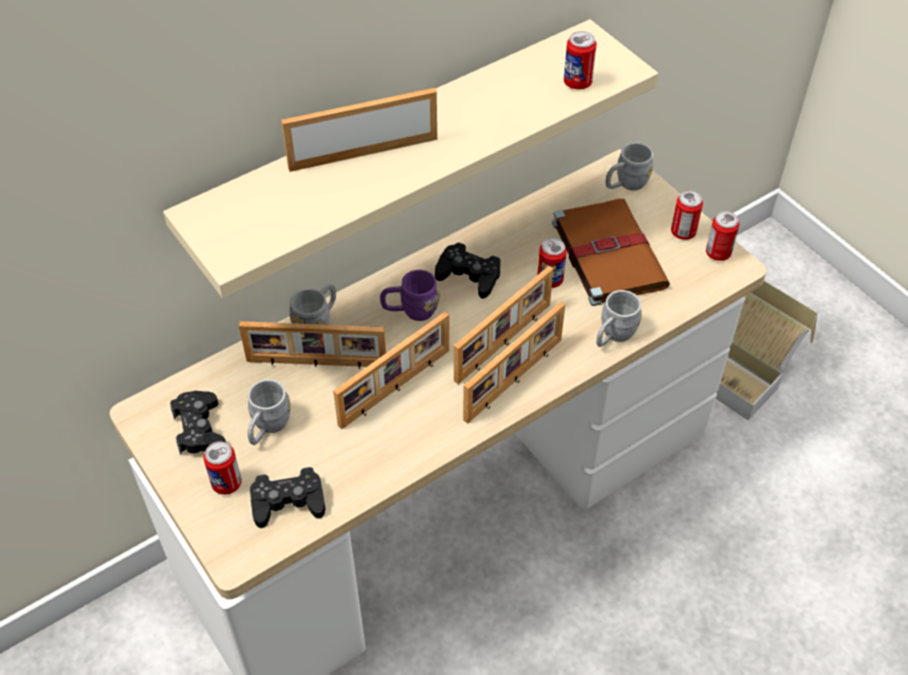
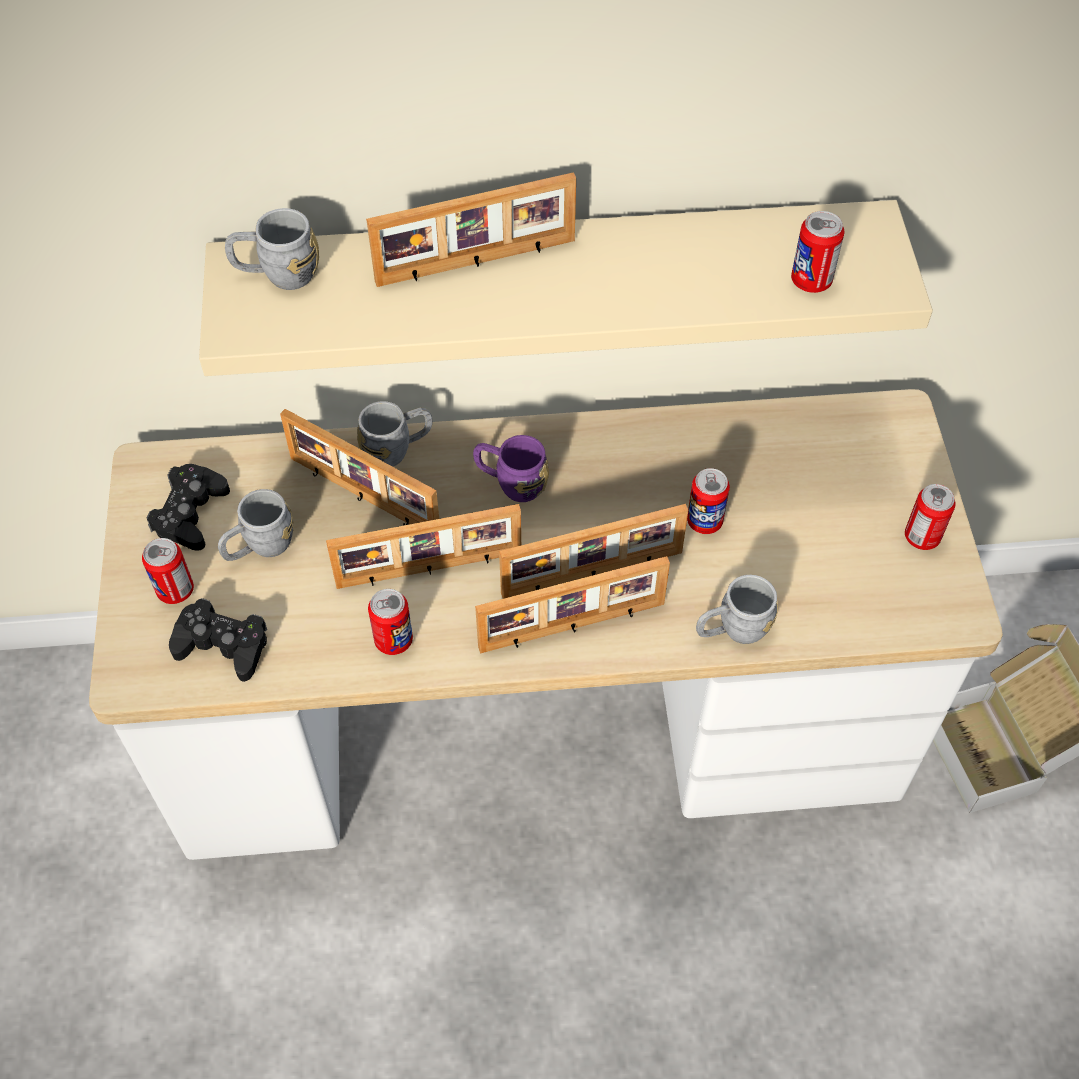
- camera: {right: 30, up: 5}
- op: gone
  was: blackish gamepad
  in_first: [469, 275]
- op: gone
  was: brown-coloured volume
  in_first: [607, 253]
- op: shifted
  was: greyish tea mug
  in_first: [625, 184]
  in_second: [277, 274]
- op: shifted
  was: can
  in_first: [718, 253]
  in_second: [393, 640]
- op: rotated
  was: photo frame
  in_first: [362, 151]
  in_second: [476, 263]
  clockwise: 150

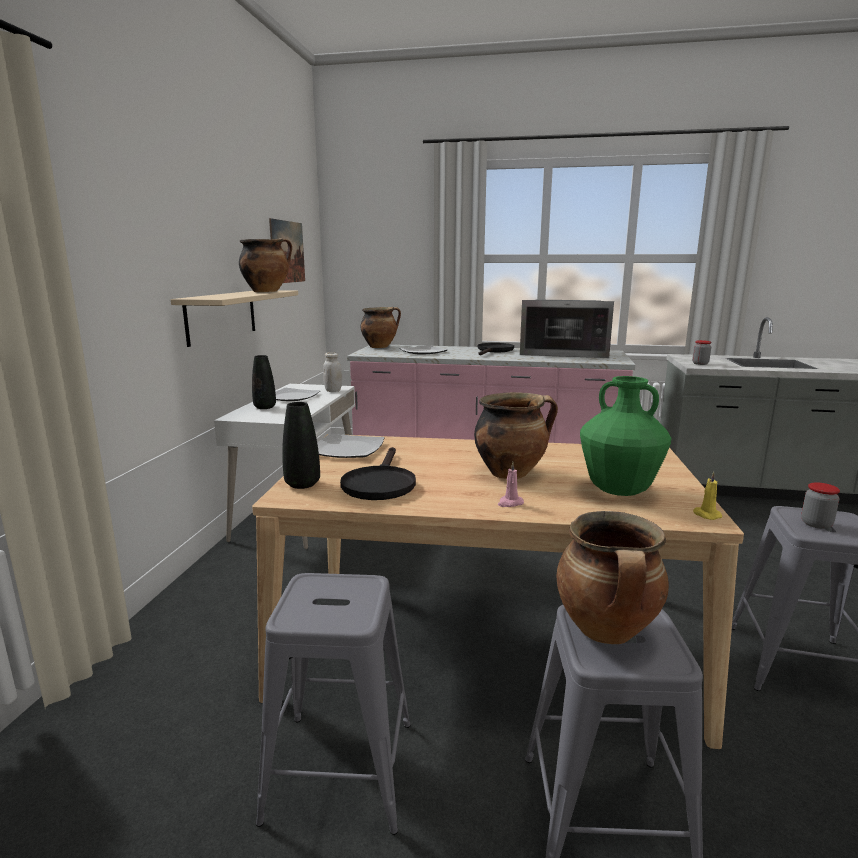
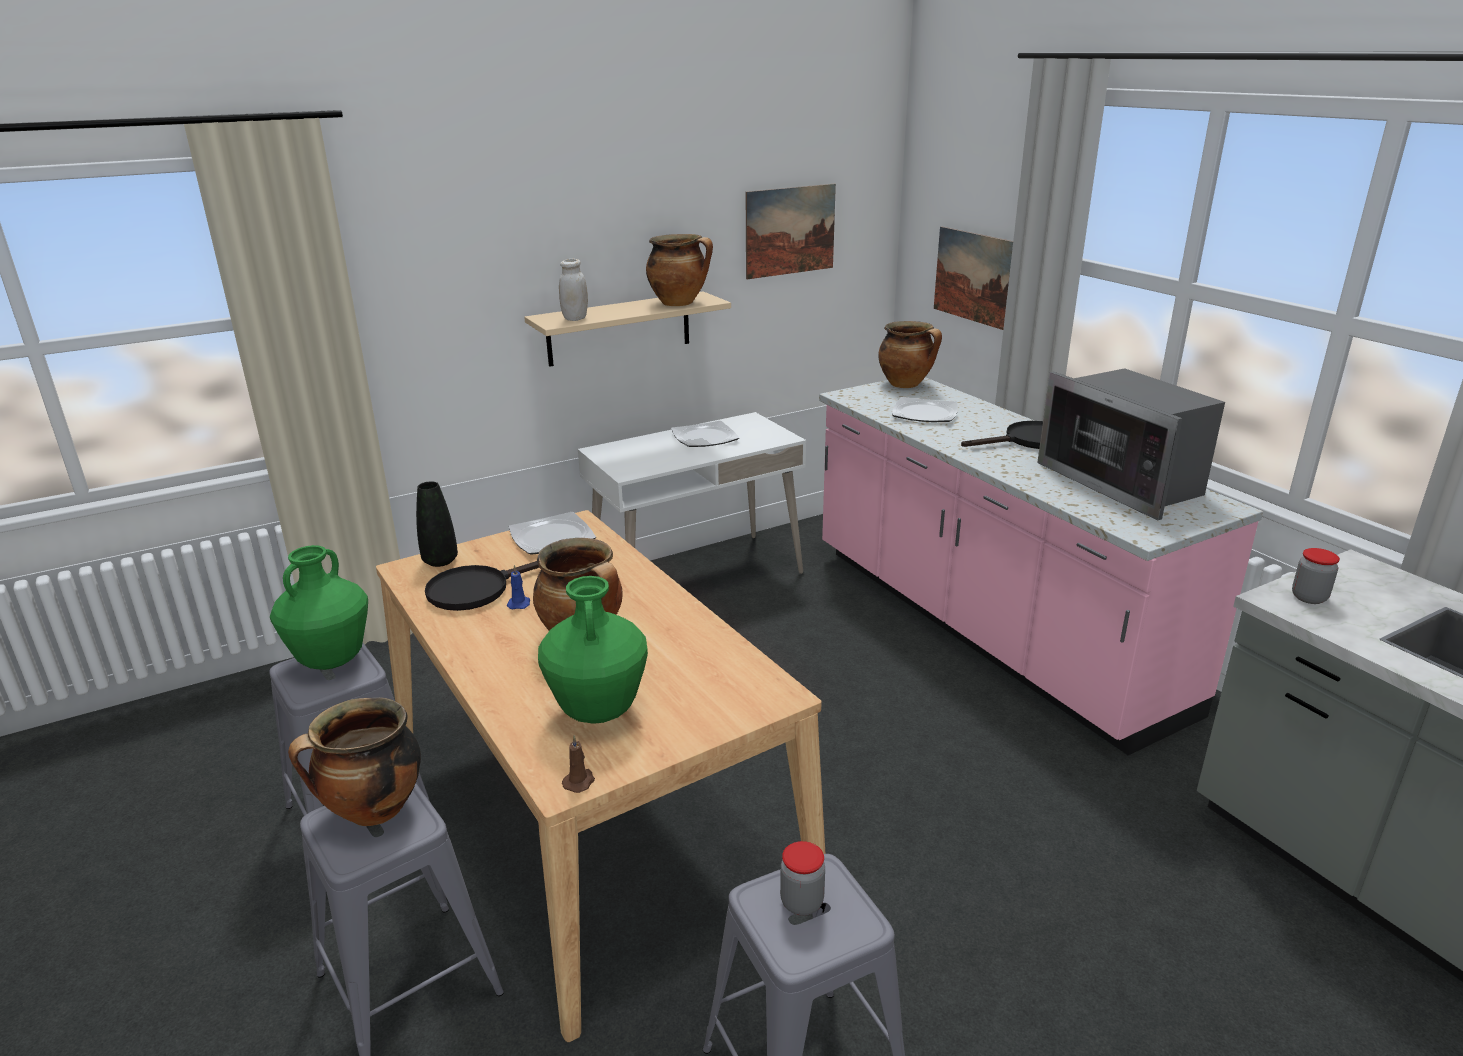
- camera: {right: 50, up: 10}
- op: gone
  was: blackish decorative vase
  in_first: [265, 407]
- op: gone
  was: pink wax candle
  in_first: [510, 503]
- op: new
  now: green decorative vase
  in_second: [331, 660]
- op: new
  now: blue-coloured wax candle
  in_second: [519, 603]
- op: new
  now: picture
  in_second: [973, 277]
- op: shifted
  was: white storage jar
  in_first: [333, 391]
  in_second: [575, 318]
- op: repainted
  was: yellow wax candle
  now: brown-coloured wax candle
  in_first: [706, 515]
  in_second: [579, 781]

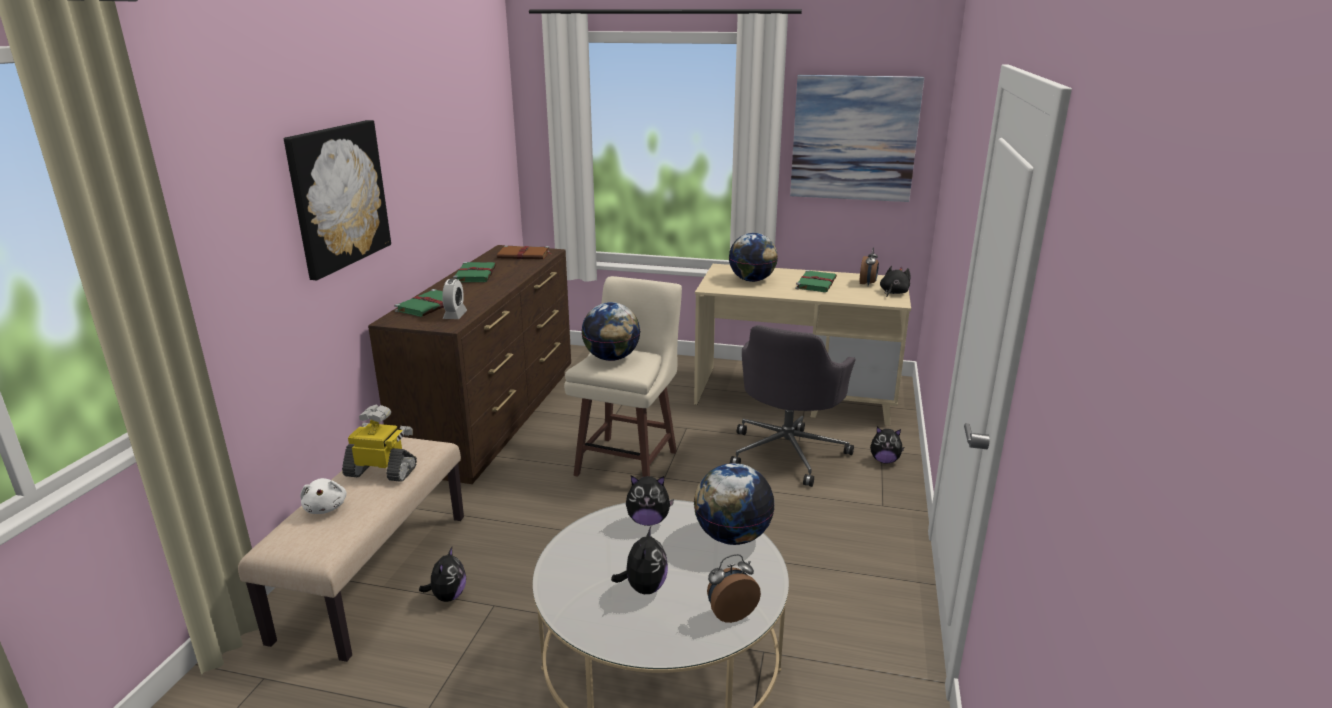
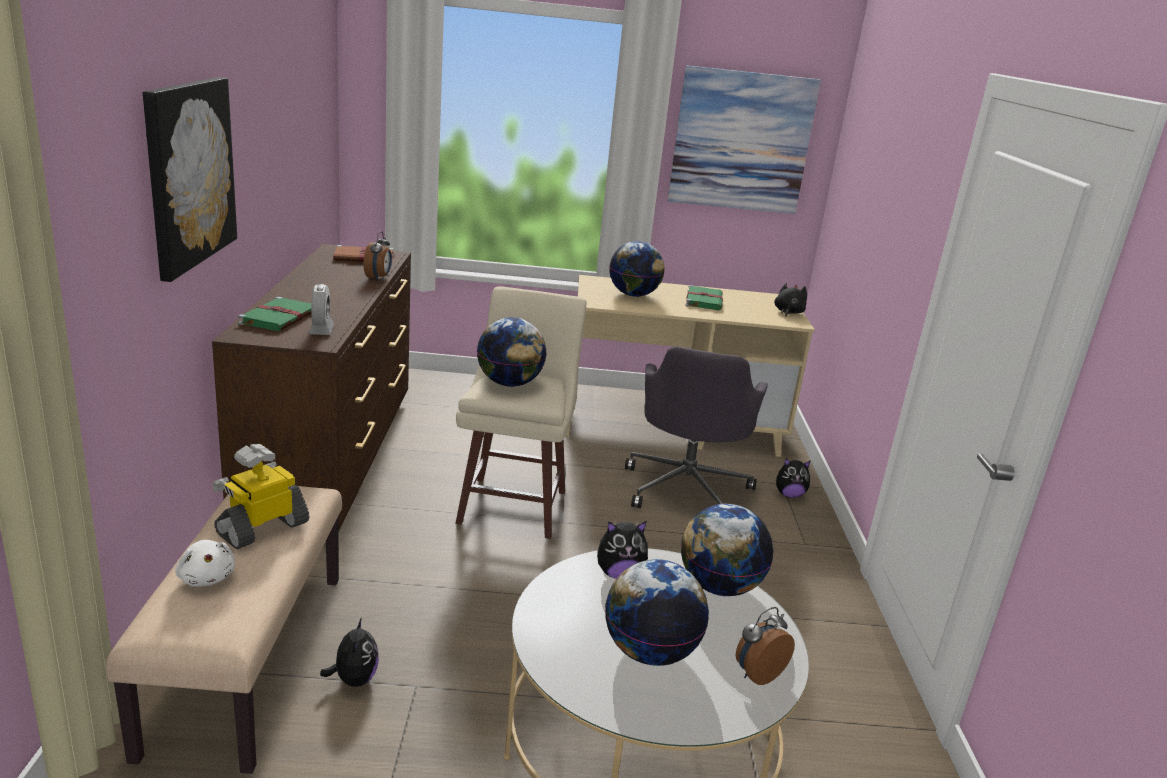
- camera: {right: -15, up: 0}
- op: gone
  was: green volume
  in_first: [475, 274]
- op: shifted
  was: table clock
  in_first: [868, 284]
  in_second: [378, 277]
- op: swapped
  was: soft toy
  now: world globe
  in_first: [643, 588]
  in_second: [650, 652]
- op: rotated
  was: robot figure
  in_first: [382, 471]
  in_second: [262, 528]
  clockwise: -45

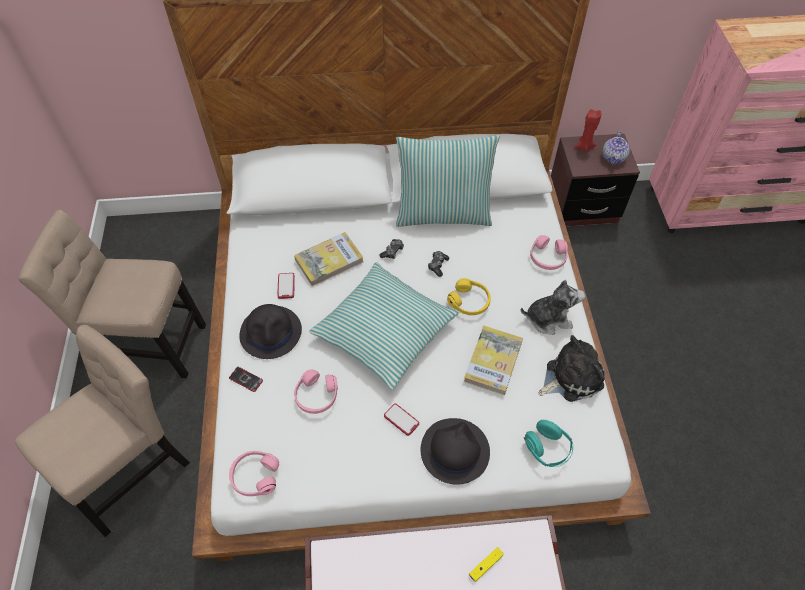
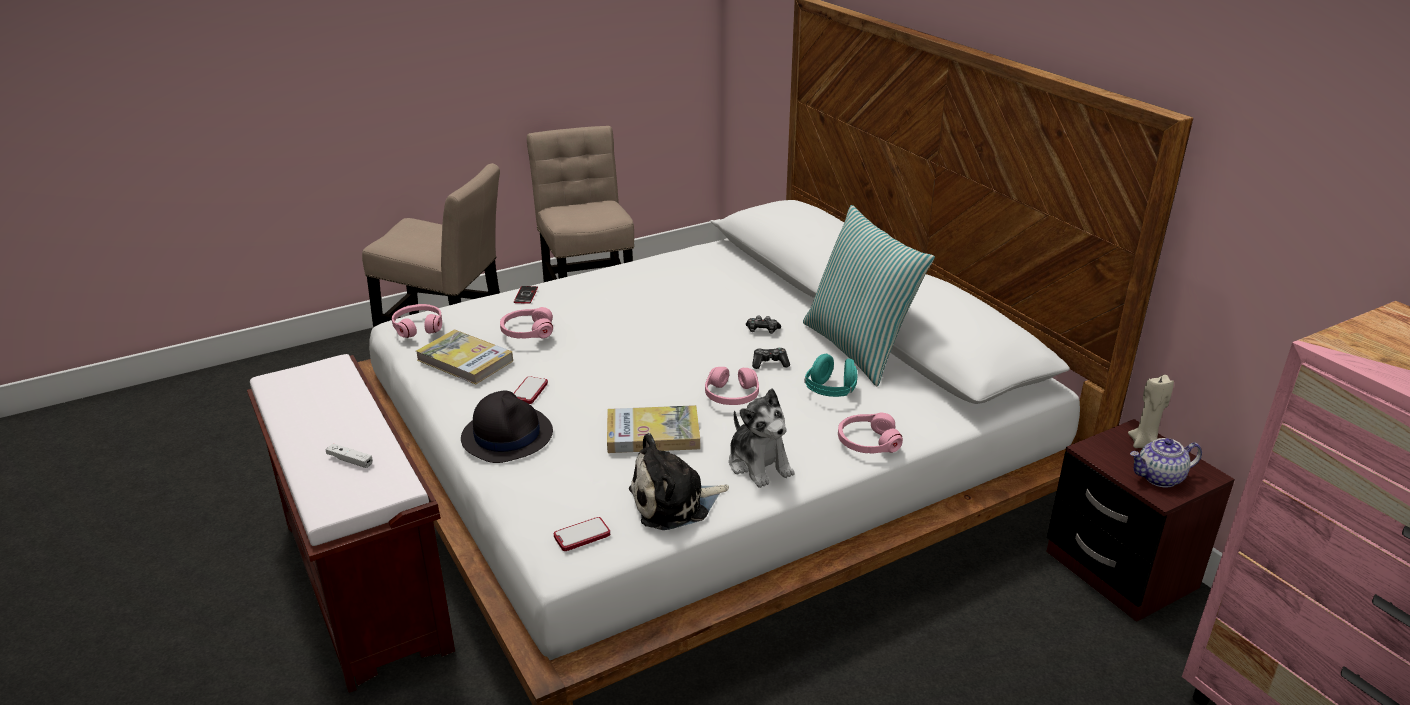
- camera: {right: 65, up: -25}
- op: gone
  was: blackish wearable hat
  in_first: [271, 332]
- op: gone
  was: cushion
  in_first: [384, 331]
- op: shifted
  was: phone
  in_first: [286, 286]
  in_second: [582, 535]
- op: shifted
  was: volume
  in_first: [329, 261]
  in_second: [465, 360]
- op: shifted
  was: turquoise headset
  in_first: [547, 449]
  in_second: [831, 392]
- op: repainted
  was: yellow headset
  now: pink headset
  in_first: [469, 301]
  in_second: [731, 395]
- op: repainted
  was: yellow gamepad
  now: white gamepad
  in_first: [485, 565]
  in_second: [350, 460]
- op: repainted
  was: red-coloured wax candle
  now: beige-coloured wax candle
  in_first: [584, 146]
  in_second: [1144, 444]
- op: rotated
  was: soft toy
  in_first: [570, 377]
  in_second: [674, 503]
  clockwise: 120

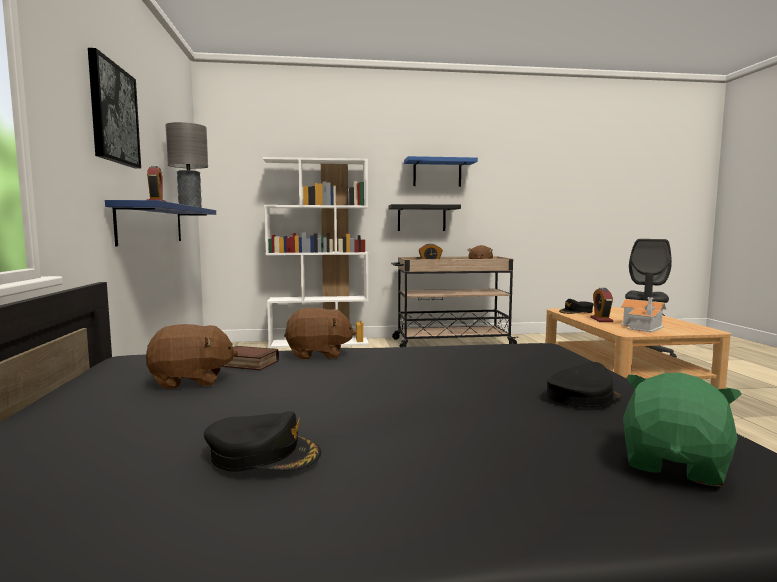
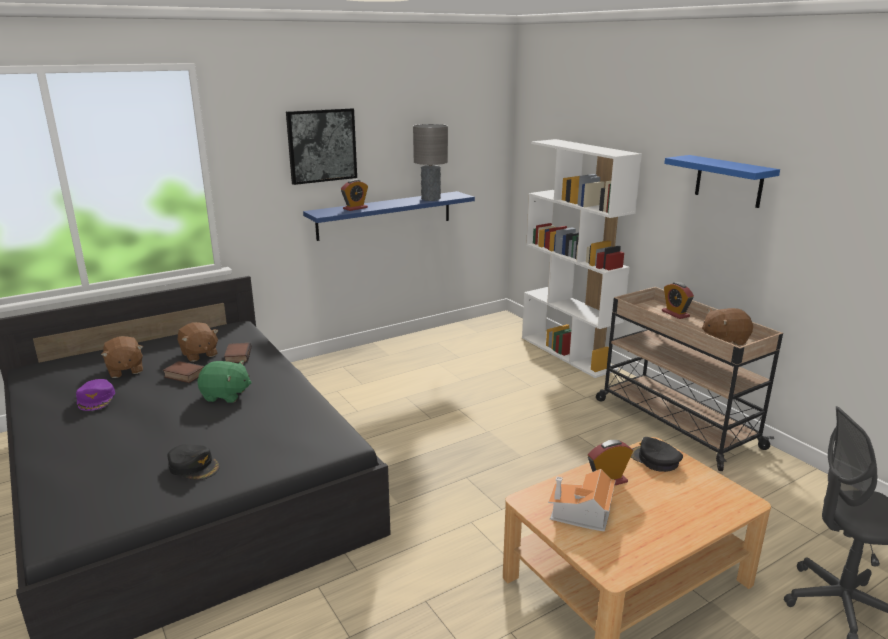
- camera: {right: 65, up: 15}
- op: gone
  was: blackish wall shelf
  in_first: [421, 218]
- op: new
  now: volume
  in_second: [183, 375]
- op: shifted
  was: brown-coloured soft toy
  in_first: [318, 354]
  in_second: [125, 370]
- op: shifted
  was: green soft toy
  in_first: [676, 464]
  in_second: [226, 395]
- op: repainted
  was: blackish baseball cap
  now: purple baseball cap
  in_first: [264, 454]
  in_second: [96, 399]

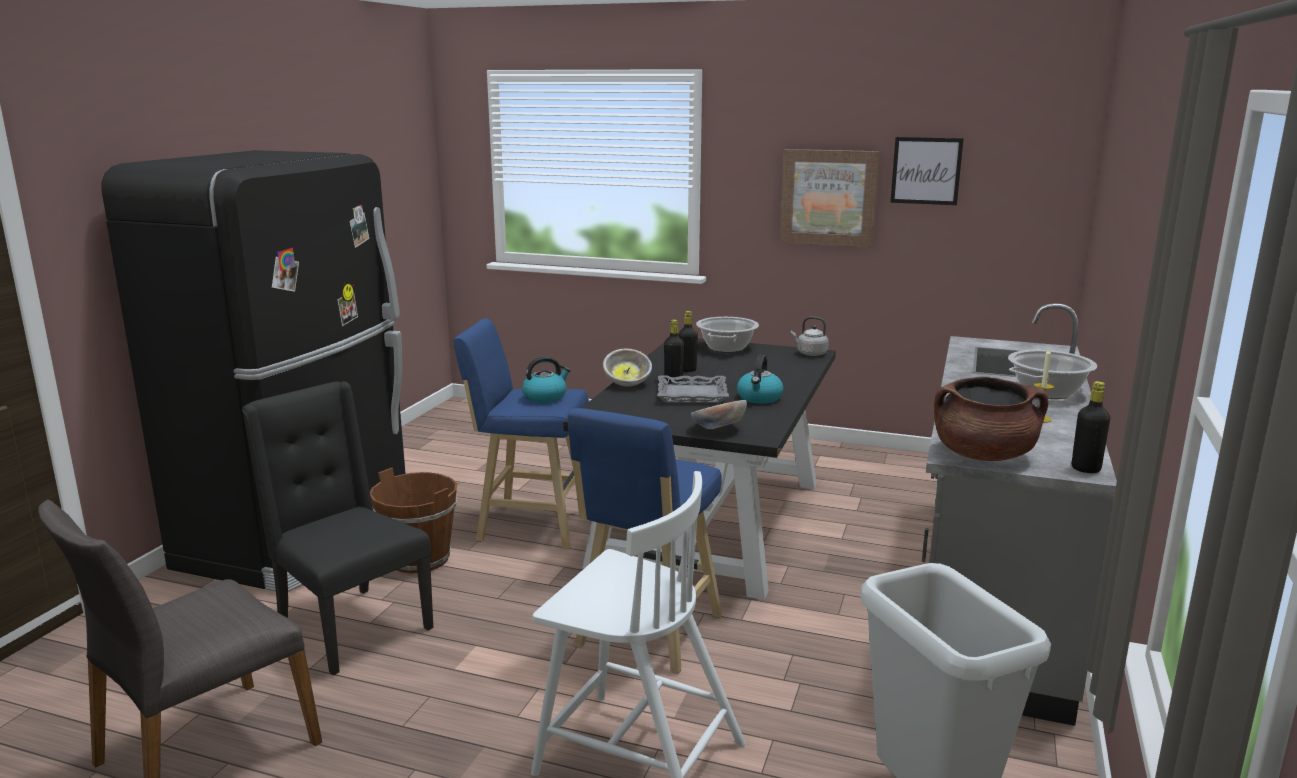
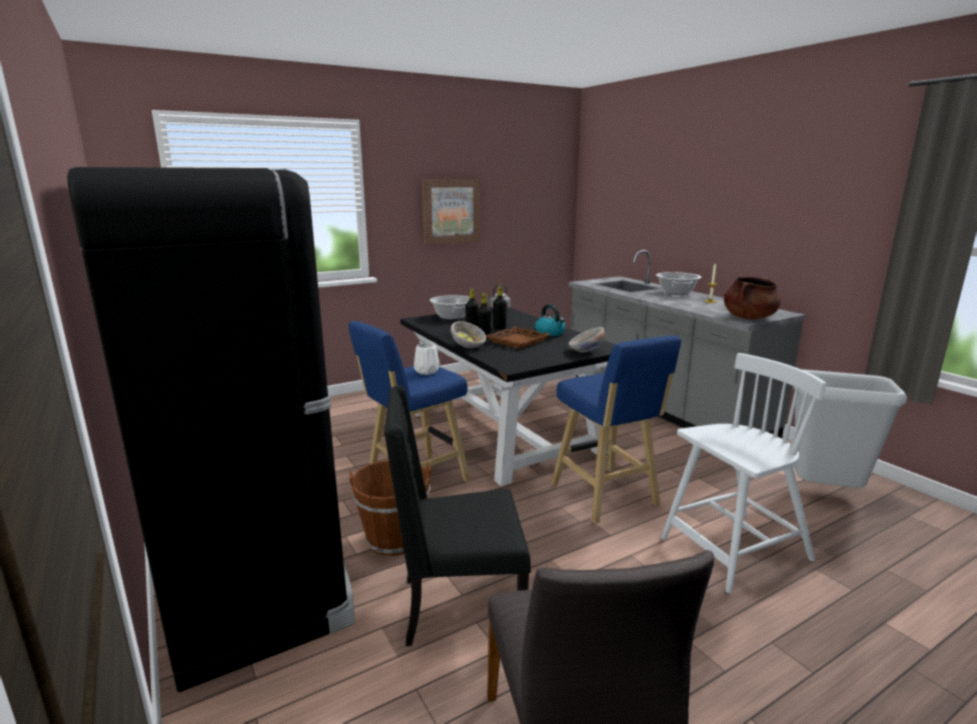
- camera: {right: -50, up: 0}
- op: gone
  was: picture
  in_first: [926, 171]
- op: shifted
  was: blackish bottle
  in_first: [1085, 469]
  in_second: [499, 328]
- op: swapped
  was: kettle
  now: white decorative vase
  in_first: [545, 397]
  in_second: [426, 371]
- op: repainted
  was: greyish serving tray
  now: brown-coloured serving tray
  in_first: [692, 394]
  in_second: [517, 341]

